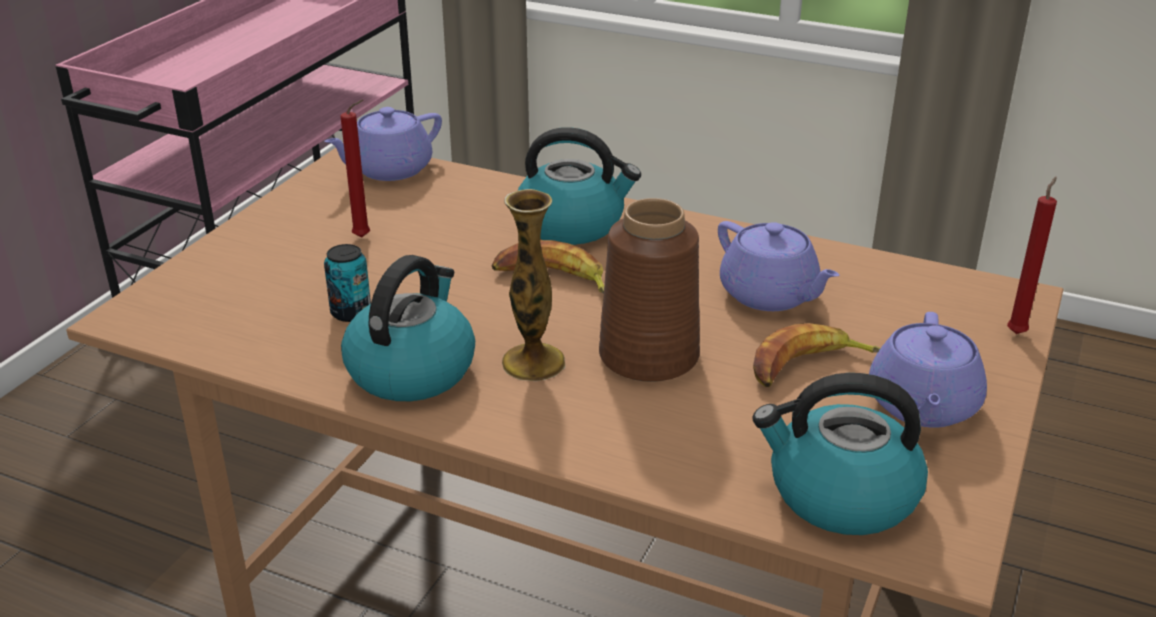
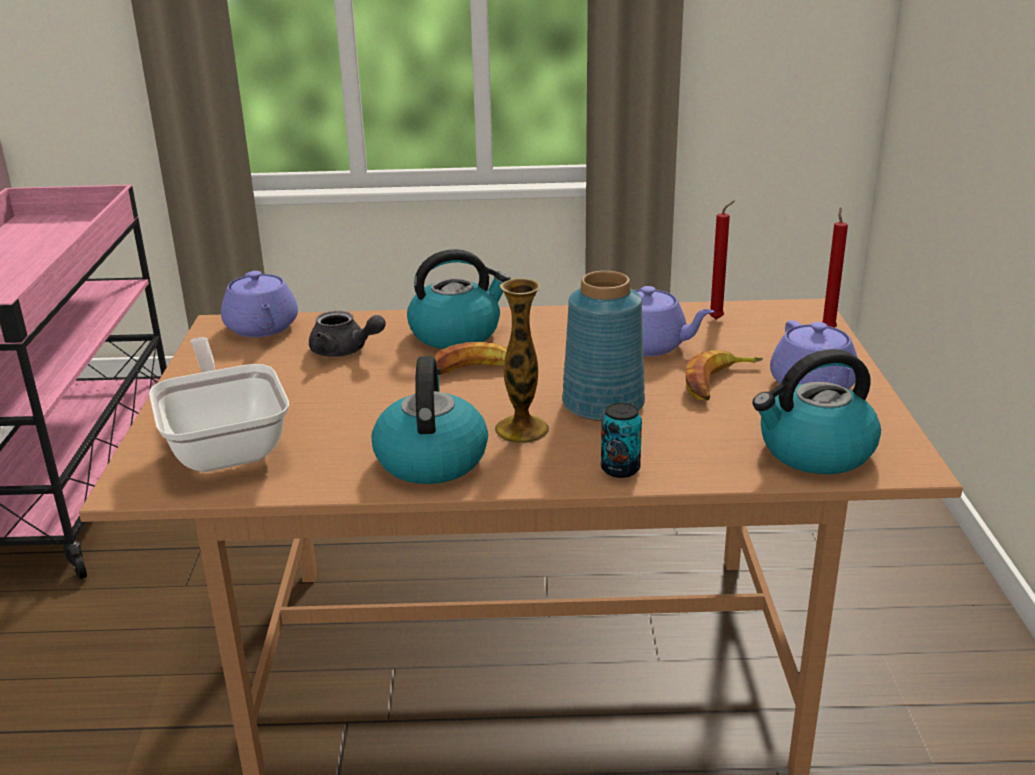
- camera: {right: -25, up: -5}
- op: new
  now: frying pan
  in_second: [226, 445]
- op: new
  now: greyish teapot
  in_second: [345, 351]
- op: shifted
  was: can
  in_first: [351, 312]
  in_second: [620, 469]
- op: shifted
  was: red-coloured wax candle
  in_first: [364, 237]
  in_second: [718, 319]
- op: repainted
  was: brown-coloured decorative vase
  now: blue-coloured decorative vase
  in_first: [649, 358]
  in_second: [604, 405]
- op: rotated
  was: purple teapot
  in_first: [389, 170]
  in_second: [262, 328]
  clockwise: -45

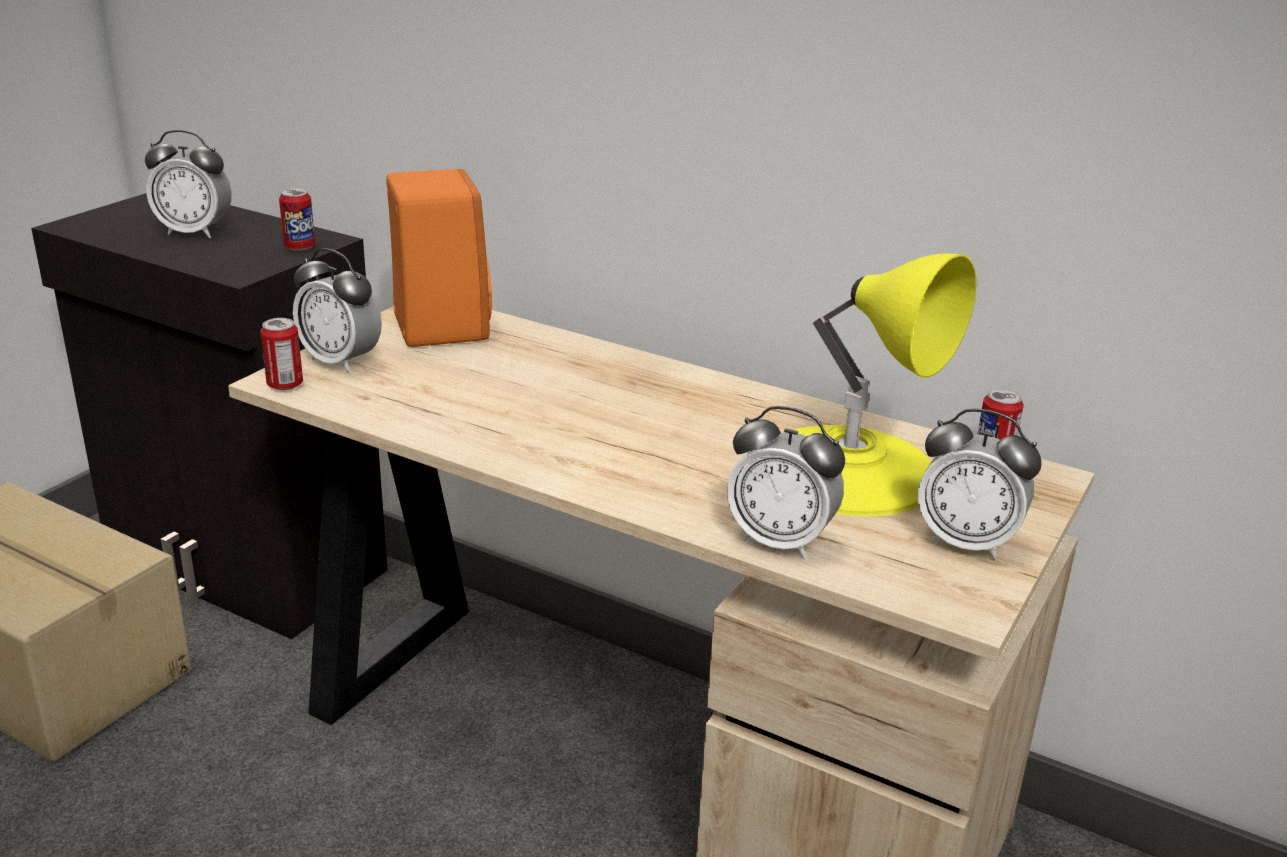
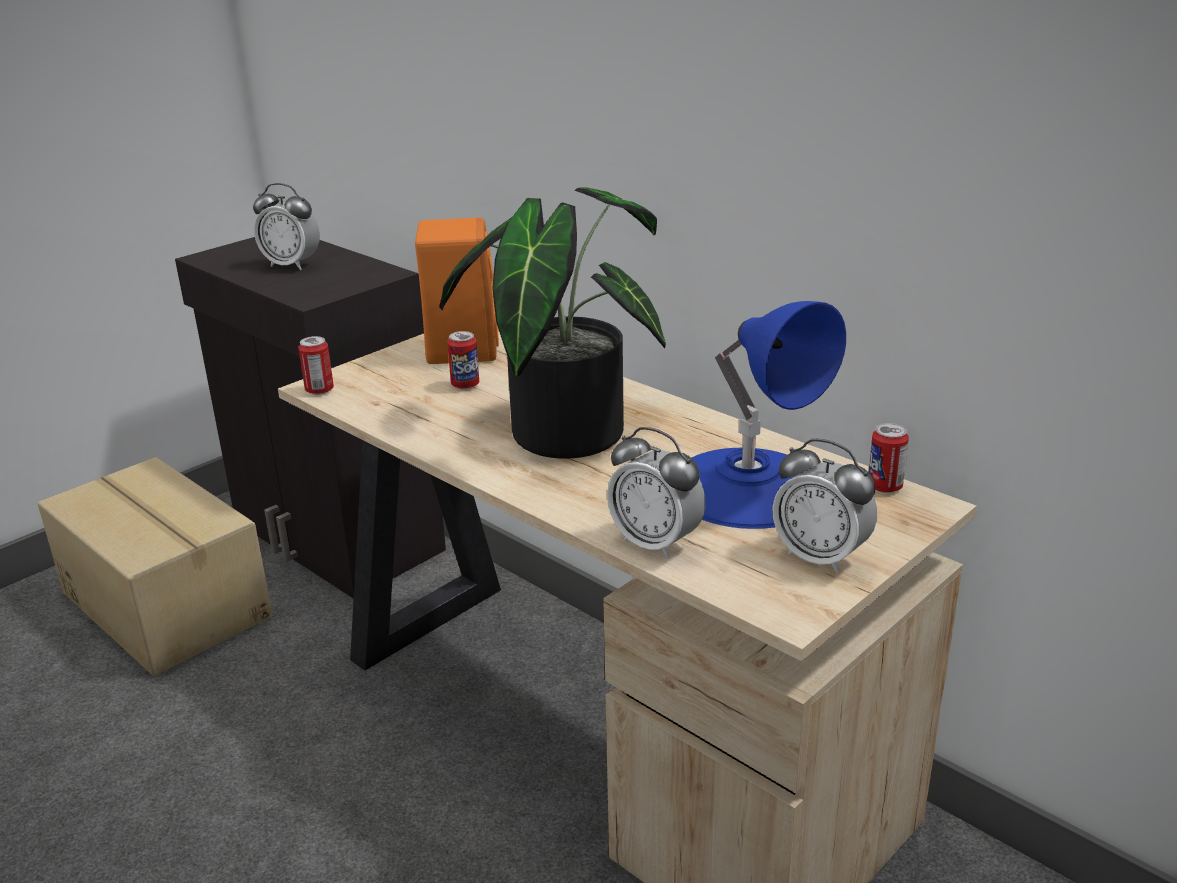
- camera: {right: 15, up: 0}
- op: gone
  was: table clock
  in_first: [340, 361]
- op: new
  now: potted plant
  in_second: [561, 428]
- op: shifted
  was: can
  in_first: [299, 247]
  in_second: [465, 385]
- op: repainted
  was: yellow lamp for a table
  now: blue-coloured lamp for a table
  in_first: [848, 469]
  in_second: [747, 486]

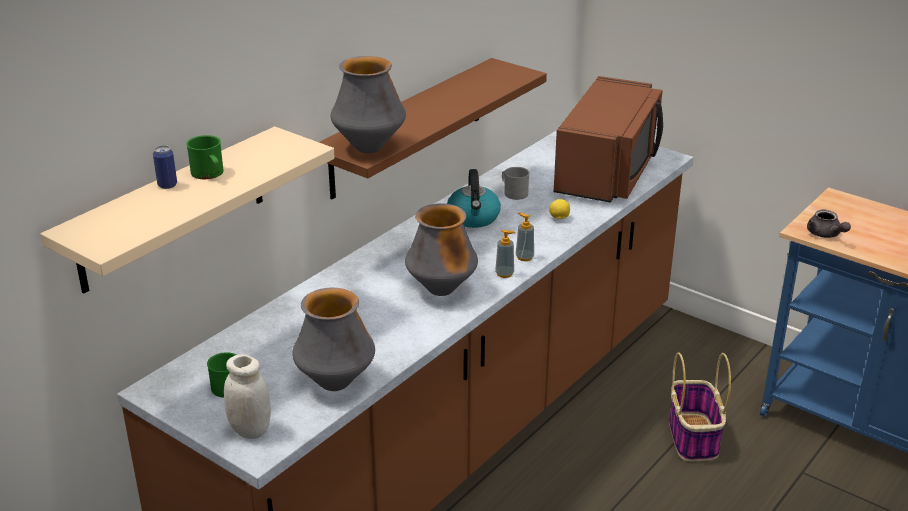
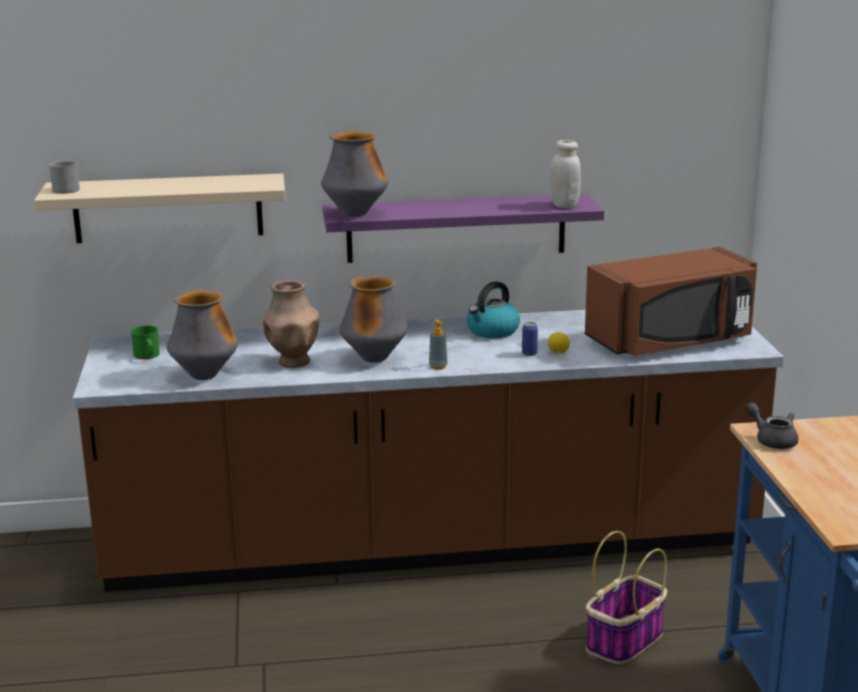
- camera: {right: 45, up: -10}
- op: gone
  was: green tea mug
  in_first: [209, 174]
- op: gone
  was: soap bottle
  in_first: [524, 257]
- op: new
  now: brown-coloured decorative vase
  in_second: [293, 362]
- op: shifted
  was: can
  in_first: [167, 185]
  in_second: [529, 353]
- op: shifted
  was: white storage jar
  in_first: [250, 430]
  in_second: [564, 205]
- op: shifted
  was: greyish tea mug
  in_first: [513, 192]
  in_second: [68, 189]
- op: repainted
  was: brown-coloured wall shelf
  now: purple wall shelf
  in_first: [408, 127]
  in_second: [456, 228]
- op: rotated
  was: greyish teapot
  in_first: [825, 235]
  in_second: [772, 440]
  clockwise: 120

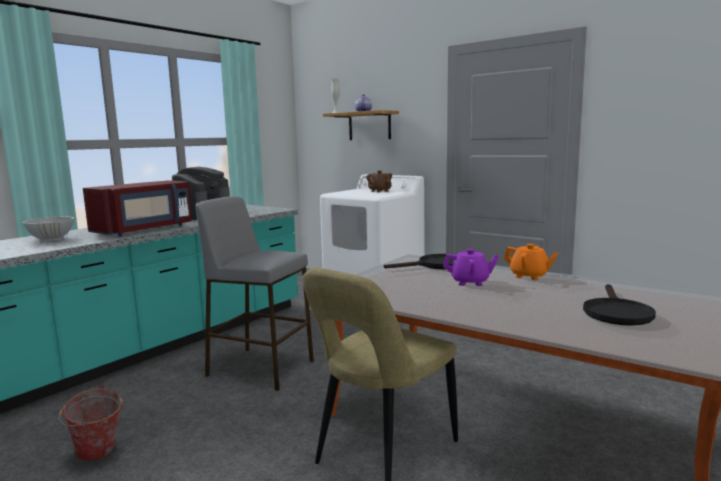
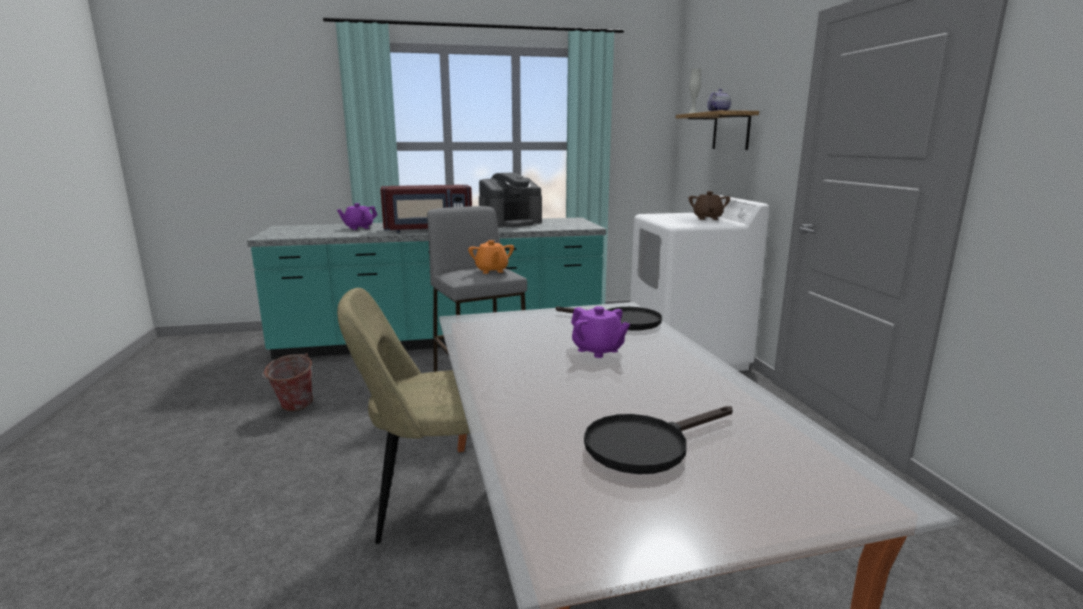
- camera: {right: 40, up: 5}
- op: shifted
  was: orange teapot
  in_first: [529, 276]
  in_second: [491, 271]
- op: swapped
  was: white serving bowl
  now: purple teapot
  in_first: [51, 239]
  in_second: [358, 228]

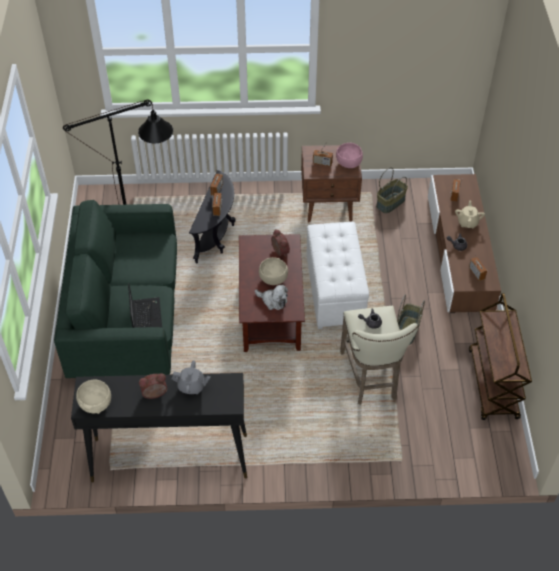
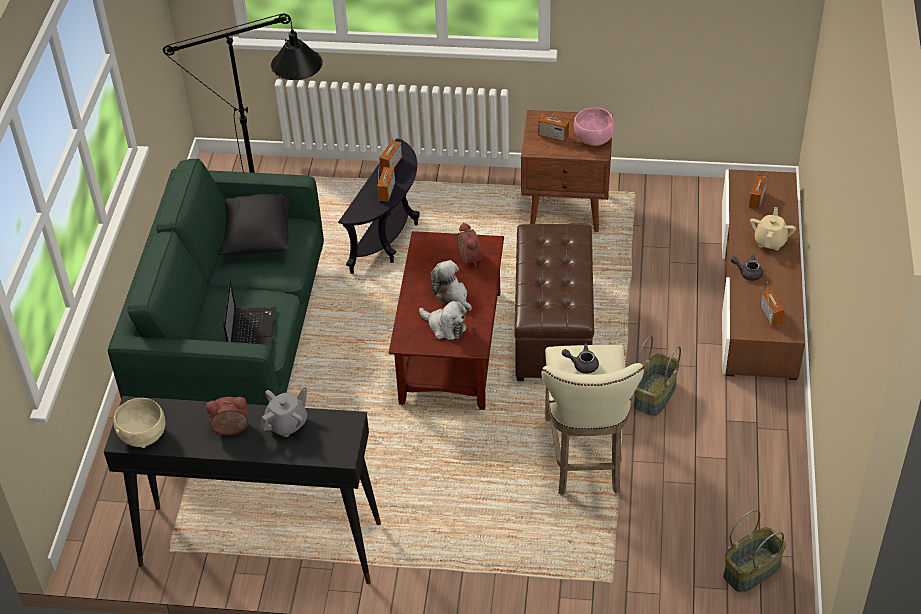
- camera: {right: 10, up: -5}
- op: gone
  was: brown-coloured wheeled cart
  in_first: [493, 384]
- op: new
  now: blackish cushion
  in_second: [258, 238]
- op: shifted
  was: storage basket
  in_first: [390, 202]
  in_second: [751, 569]
- op: swapped
  was: beige-coloured serving bowl
  now: soft toy
  in_first: [273, 278]
  in_second: [452, 295]
- op: repainted
  was: white ottoman
  now: brown-coloured ottoman
  in_first: [335, 291]
  in_second: [554, 329]
- op: rotated
  was: greyish teapot
  in_first: [191, 386]
  in_second: [287, 424]
  clockwise: -60

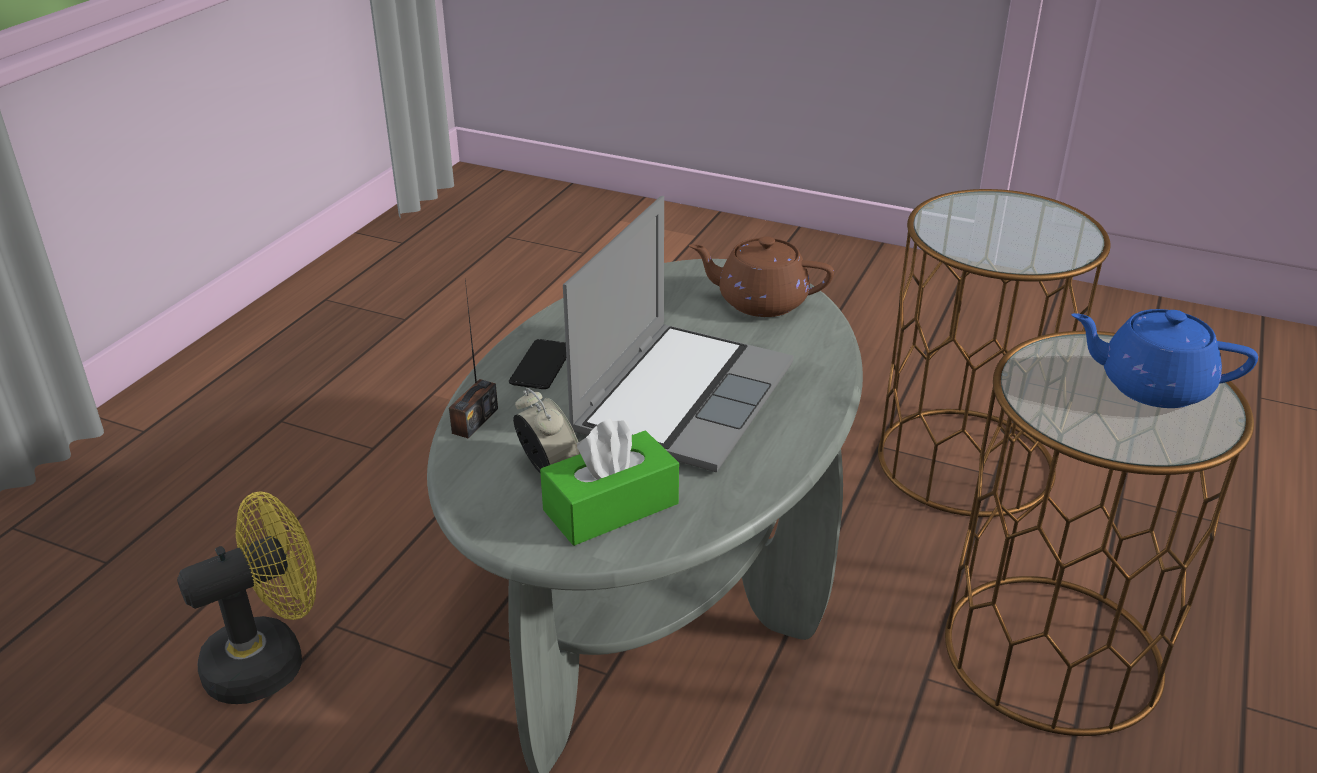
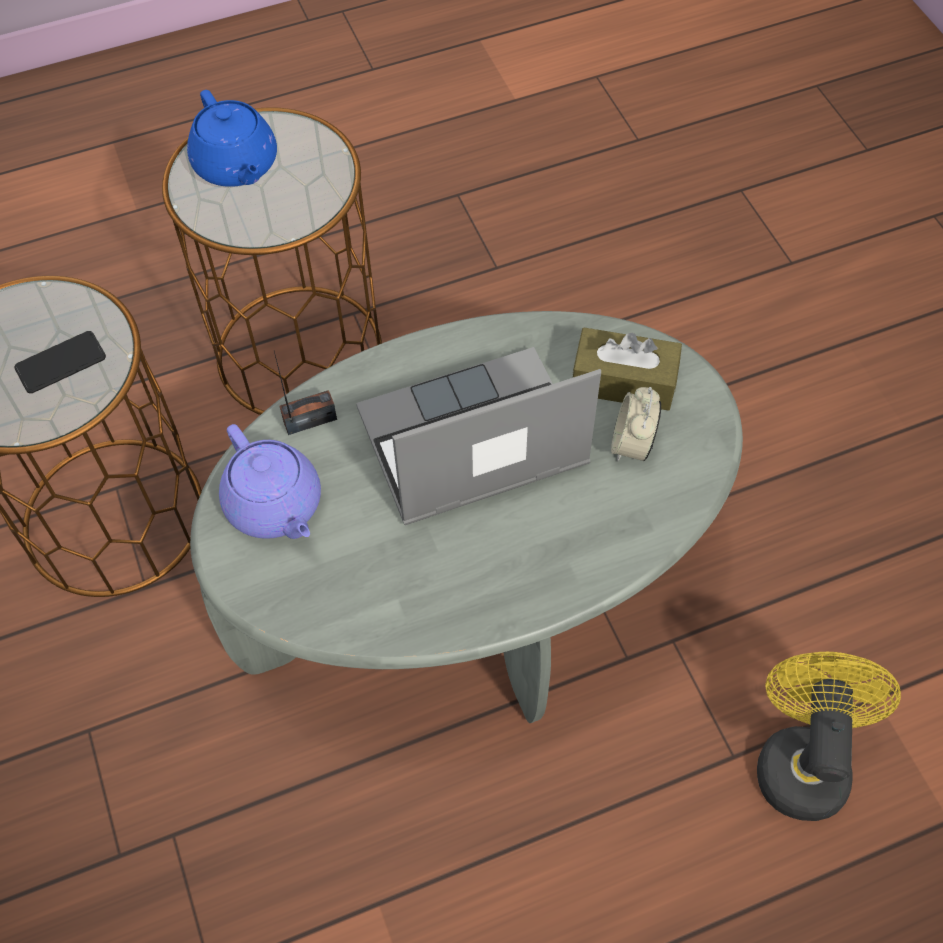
- camera: {right: -135, up: 25}
- op: shifted
  was: radio receiver
  in_first: [474, 421]
  in_second: [310, 421]
- op: shifted
  was: phone
  in_first: [541, 365]
  in_second: [61, 363]
- op: repainted
  was: green tissue holder
  now: brown-coloured tissue holder
  in_first: [611, 507]
  in_second: [623, 381]
- op: repainted
  was: brown-coloured teapot
  now: purple teapot
  in_first: [760, 301]
  in_second: [275, 505]
- op: rotated
  was: yellow electric fan
  in_first: [270, 660]
  in_second: [802, 759]
  clockwise: 90

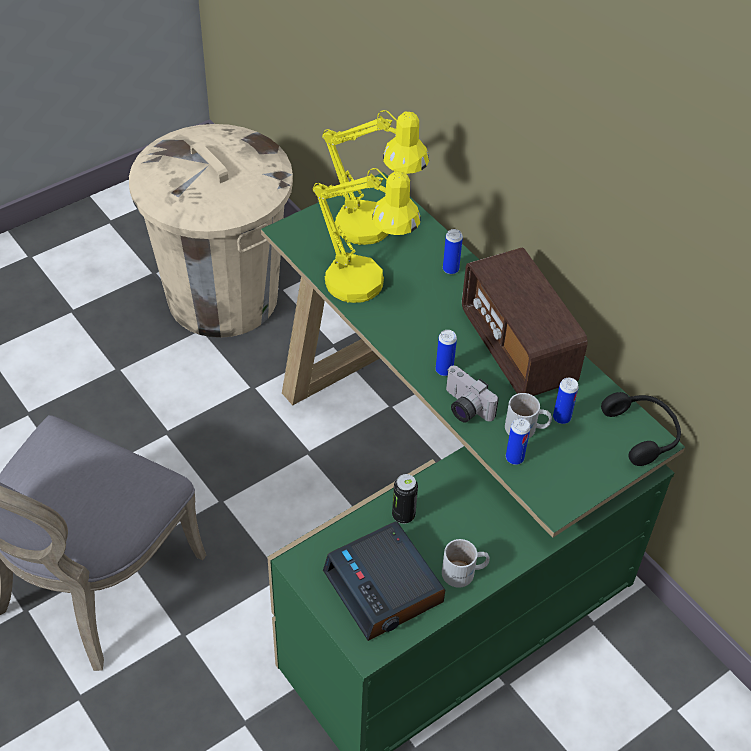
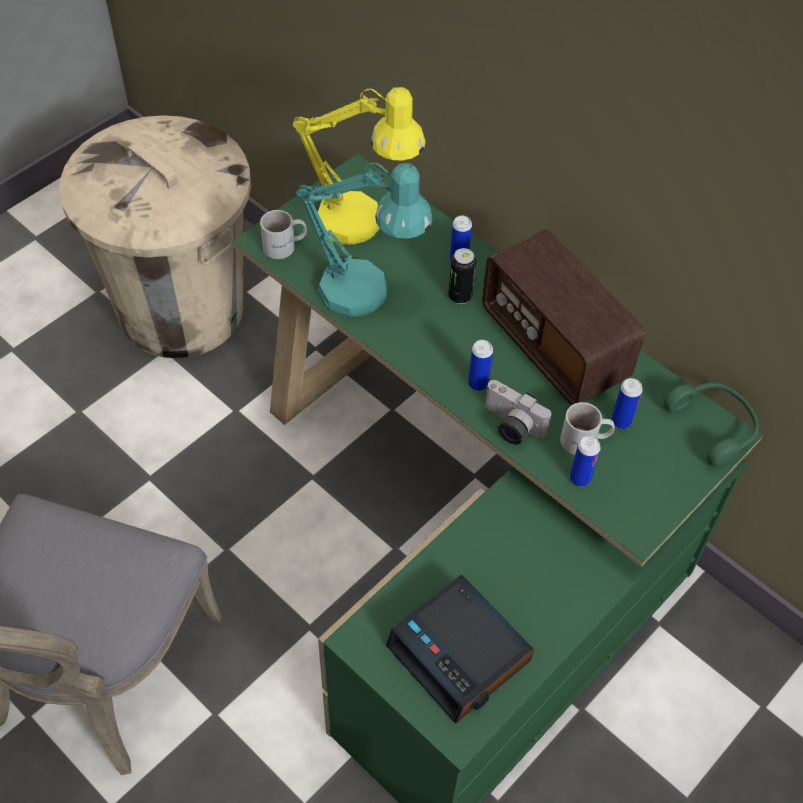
- camera: {right: -10, up: 5}
- op: shifted
  was: can
  in_first: [403, 515]
  in_second: [460, 296]
- op: shifted
  was: white tea mug
  in_first: [464, 573]
  in_second: [285, 246]
- op: repainted
  was: yellow lamp for a table
  now: turquoise lamp for a table
  in_first: [365, 287]
  in_second: [367, 295]
- op: repainted
  was: blackish headset
  now: green headset
  in_first: [643, 433]
  in_second: [713, 426]

